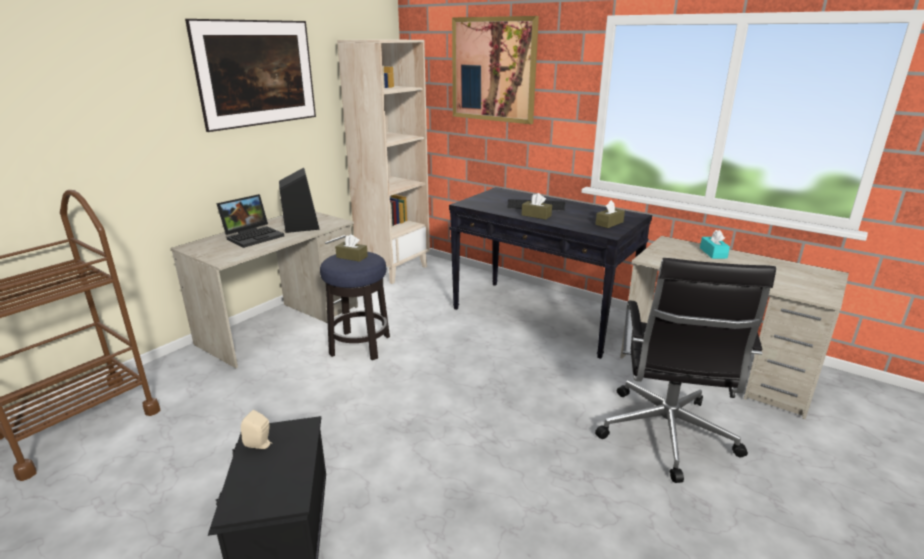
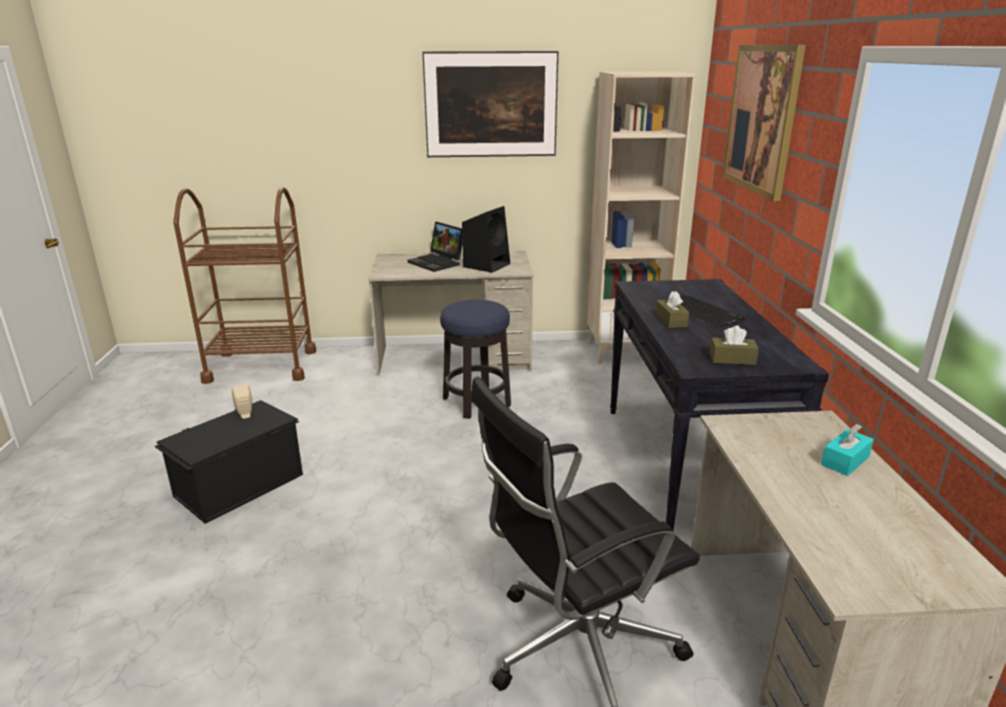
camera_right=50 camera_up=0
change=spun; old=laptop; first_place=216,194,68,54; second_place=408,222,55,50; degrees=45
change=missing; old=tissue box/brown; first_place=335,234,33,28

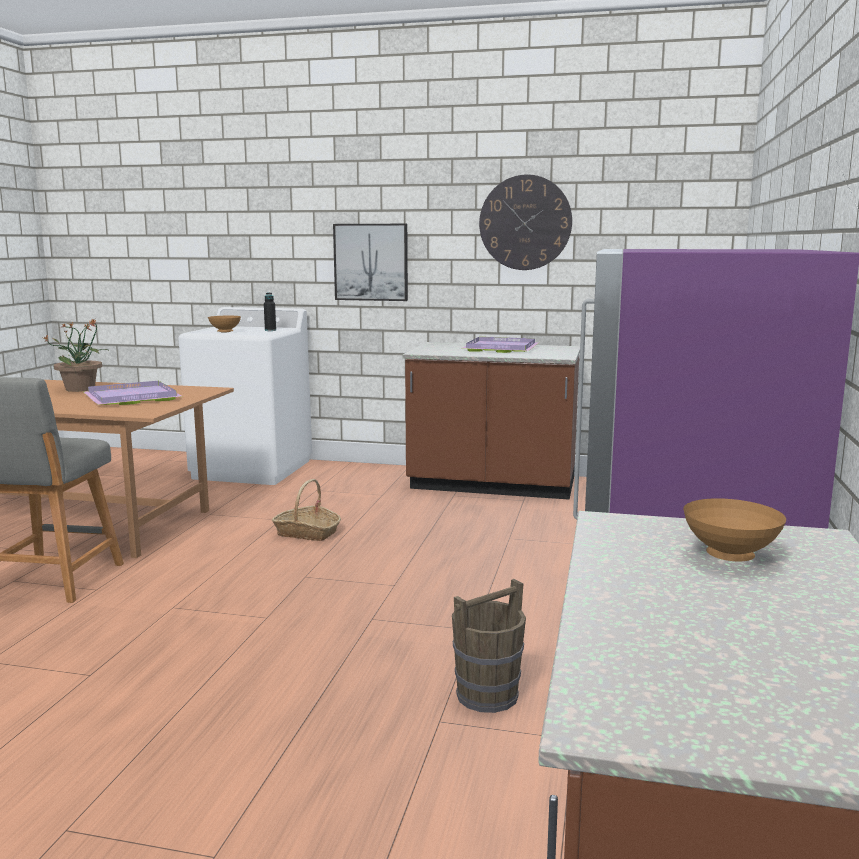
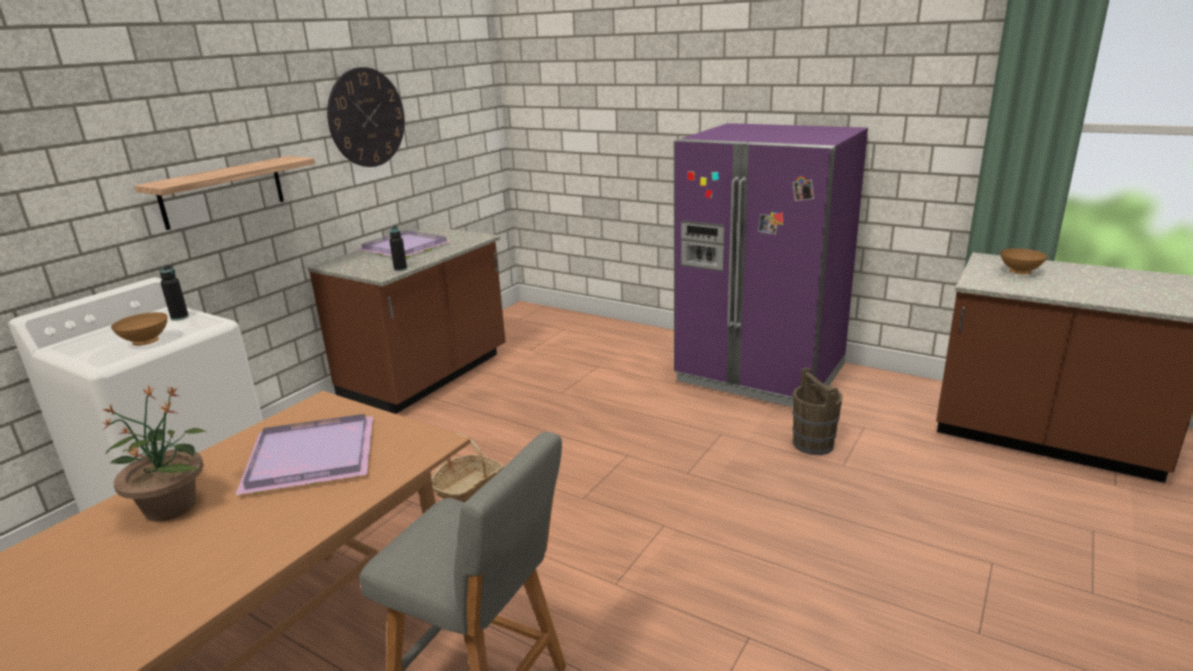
camera_right=-70 camera_up=10
change=exchanged; old=picture; new=shelf; first_place=333,224,75,77; second_place=134,156,181,74
change=appeared; new=bottle/black; second_place=389,226,18,45

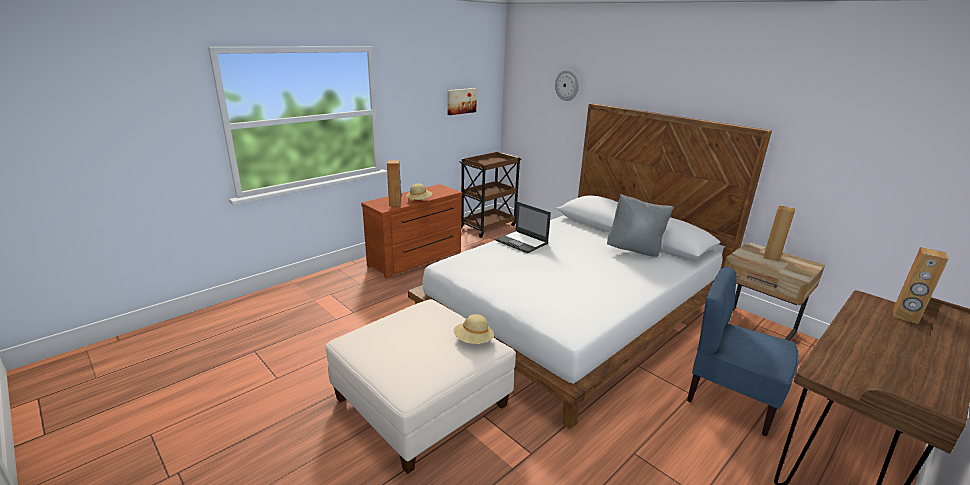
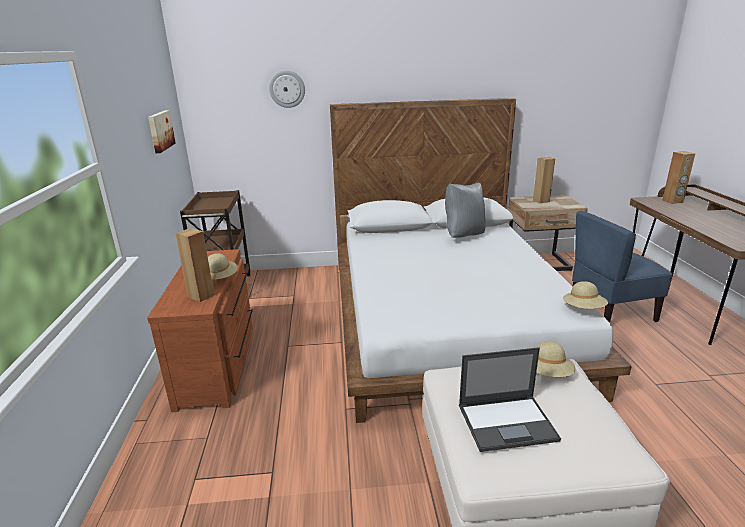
camera_right=-50 camera_up=0
change=relocated; old=laptop; first_place=495,202,56,51; second_place=459,347,102,105
change=appeared; new=hat/beige; second_place=563,281,45,28

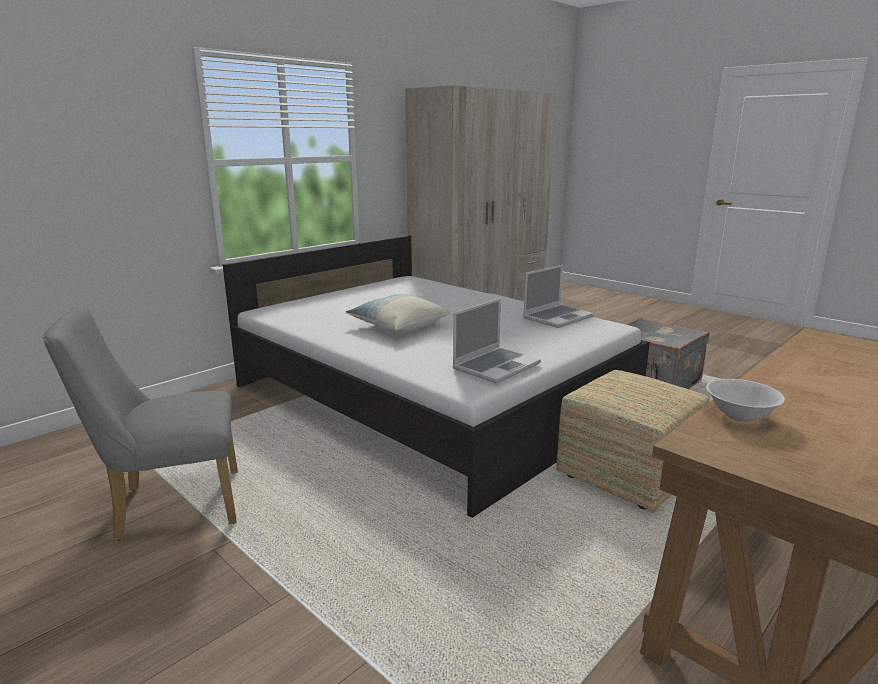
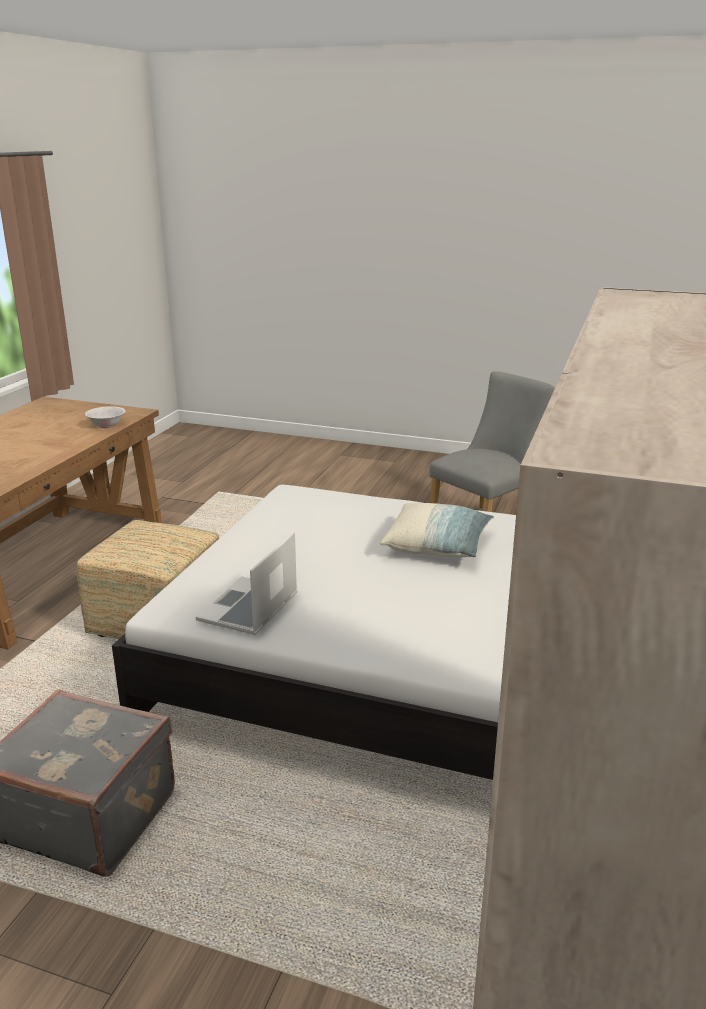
camera_right=155 camera_up=5
change=missing; old=laptop; first_place=452,298,89,86

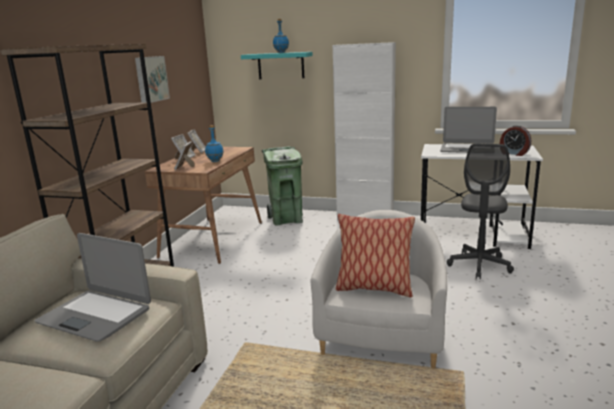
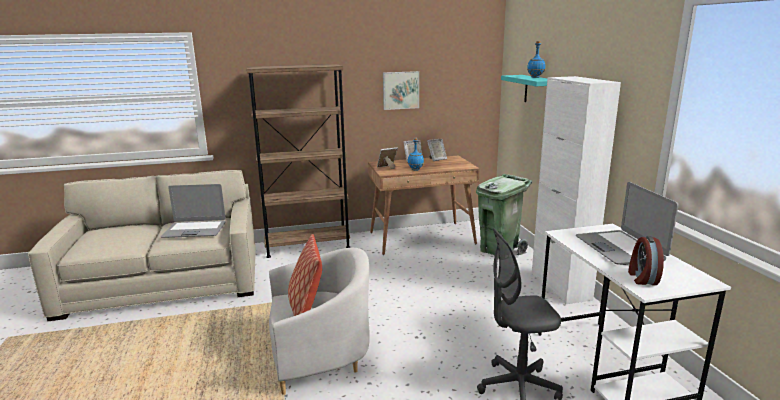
camera_right=60 camera_up=0
change=spun; old=laptop; first_place=34,233,117,109; second_place=161,184,65,54; degrees=-90

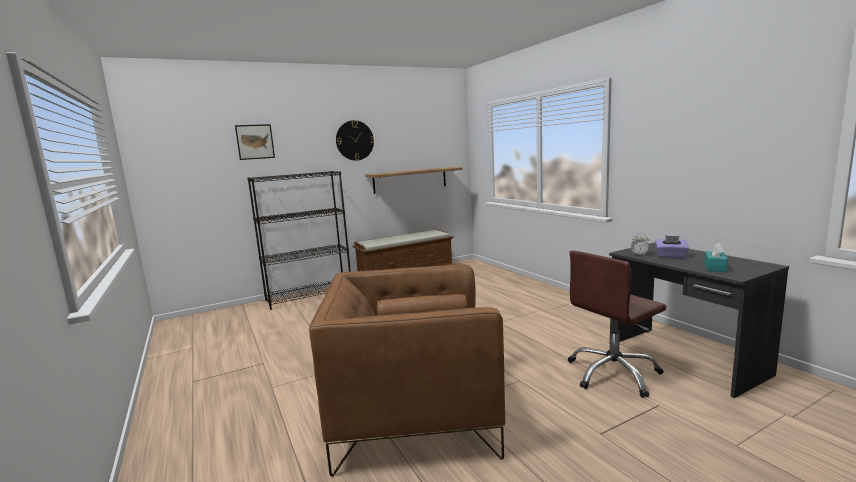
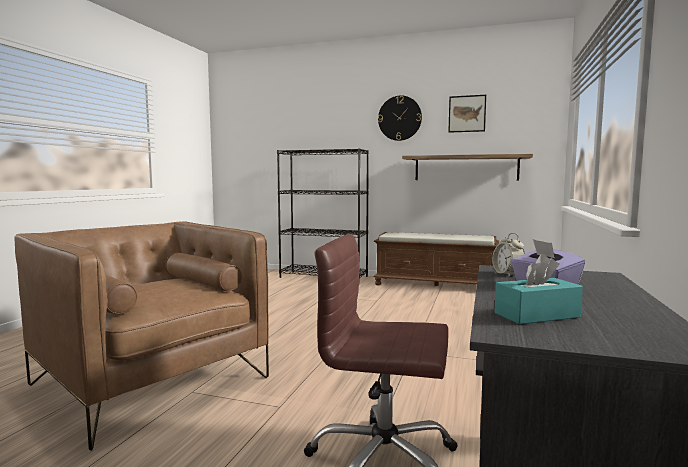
camera_right=45 camera_up=-5
change=relocated; old=picture; first_place=235,124,40,36; second_place=448,95,38,38

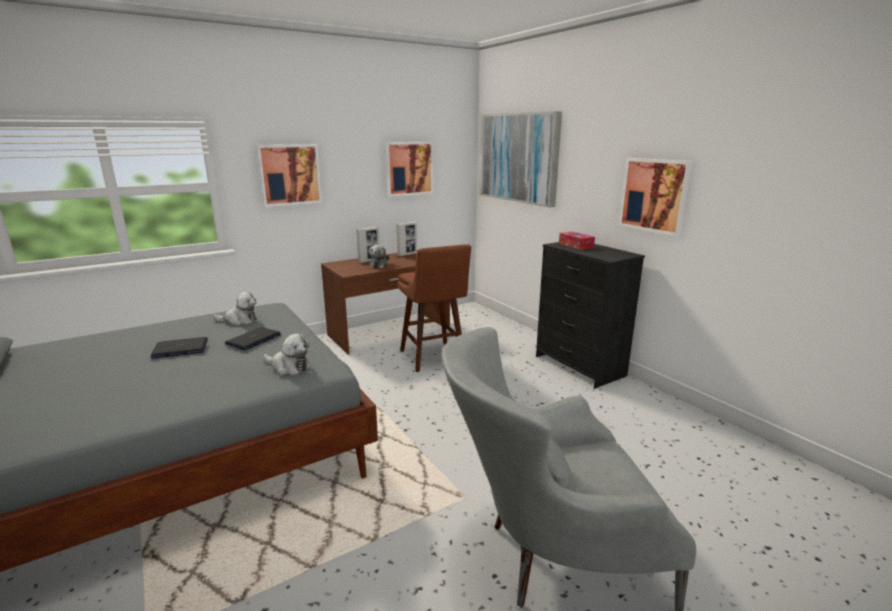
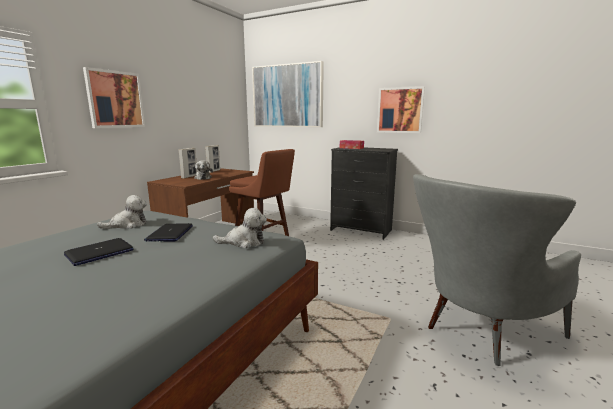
camera_right=-30 camera_up=-5
change=missing; old=picture; first_place=385,142,48,55

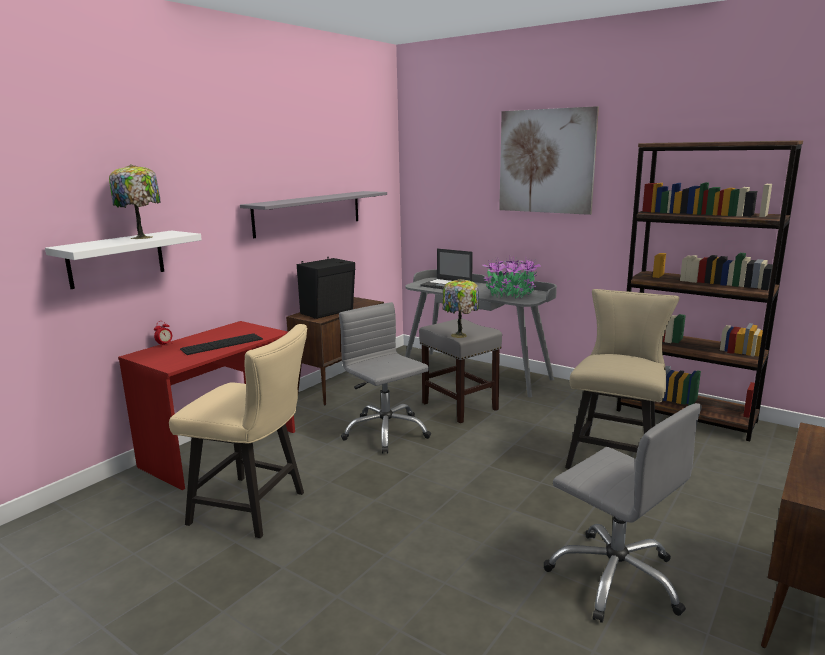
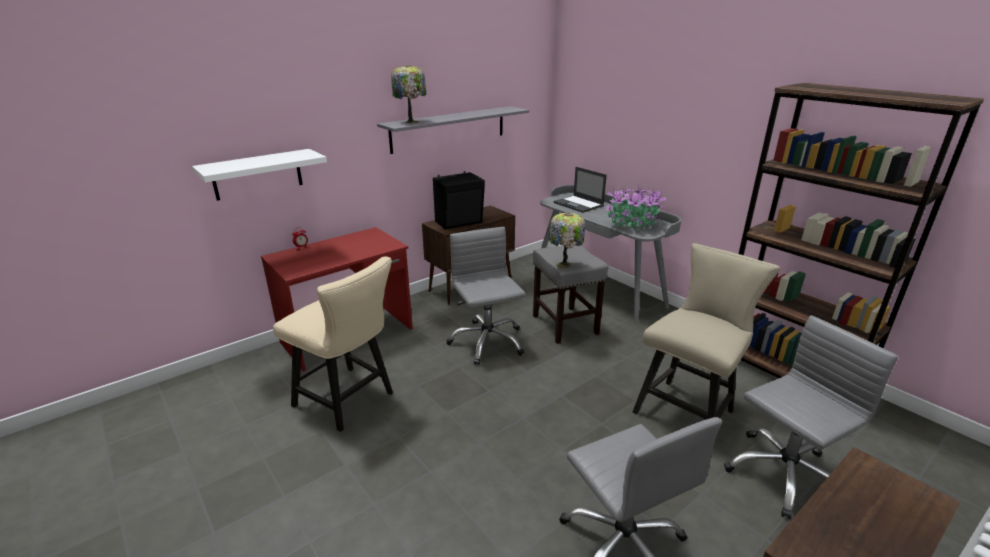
camera_right=15 camera_up=10
change=relocated; old=table lamp; first_place=109,165,51,74; second_place=391,65,35,58
change=appeared; new=office chair/grey; second_place=724,315,174,204
change=missing; old=keyboard; first_place=180,333,83,22
change=missing; old=picture; first_place=499,106,100,109

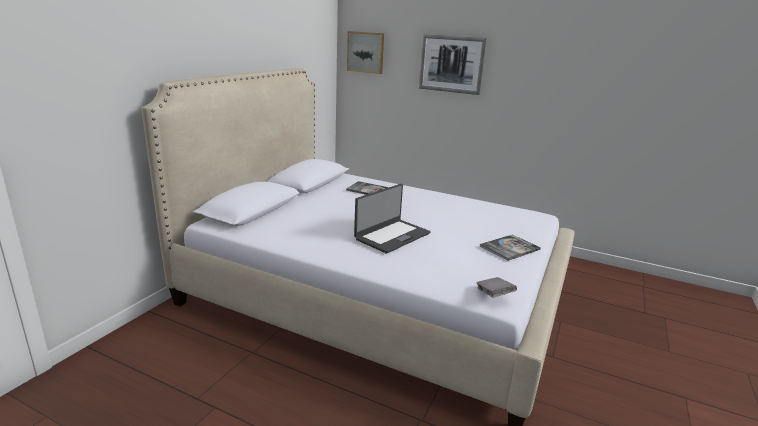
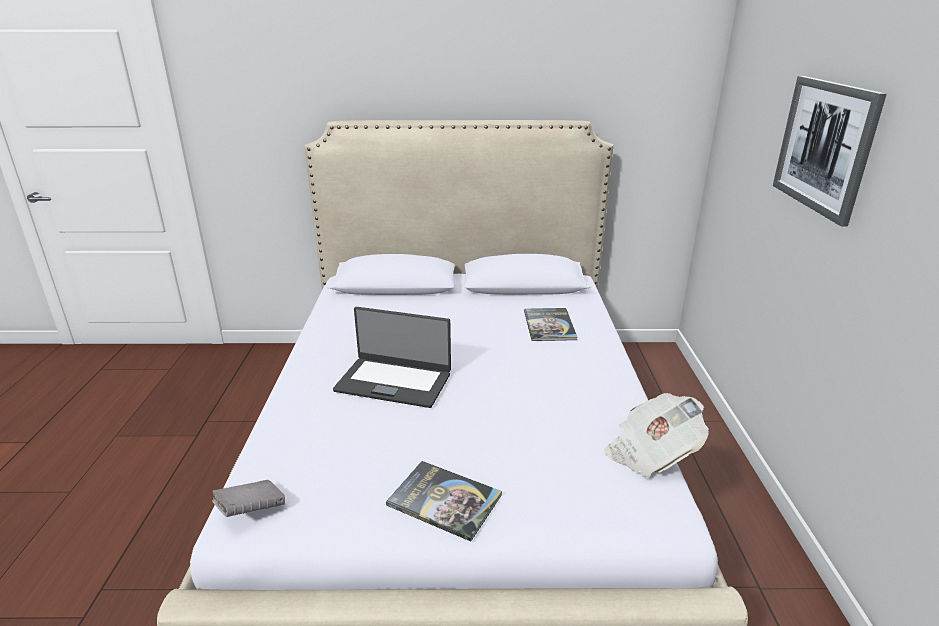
camera_right=65 camera_up=5
change=appeared; new=newspaper; second_place=605,393,104,85
change=missing; old=picture; first_place=347,31,37,43

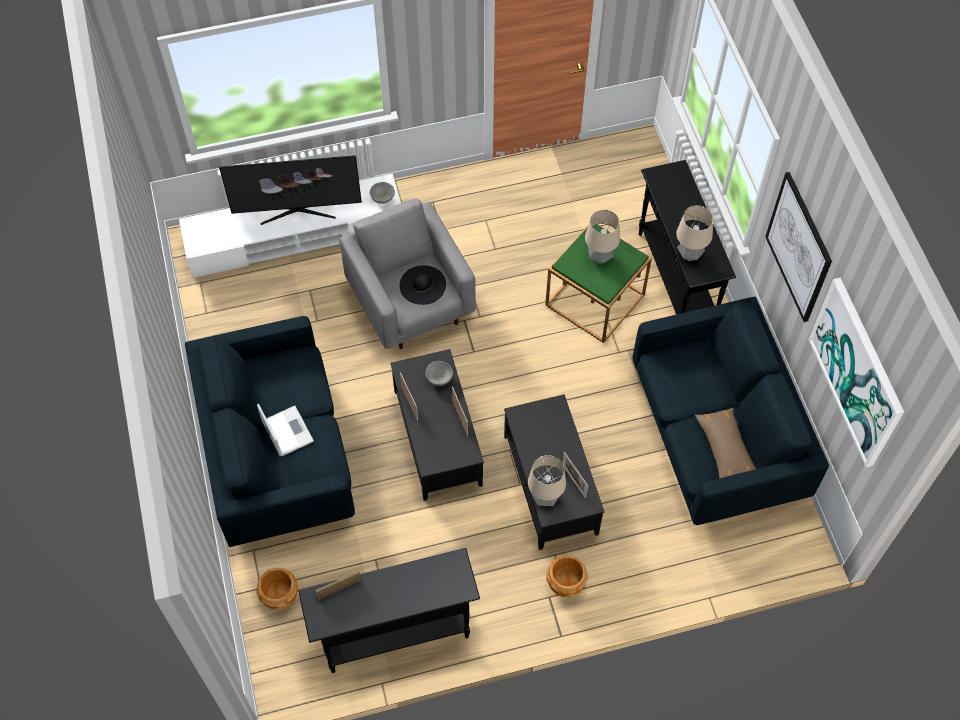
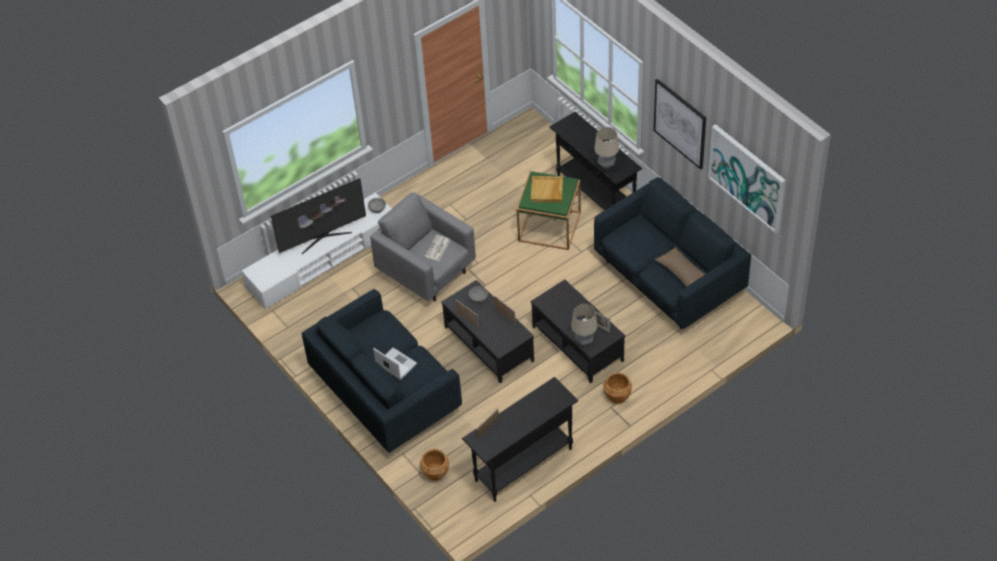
camera_right=-20 camera_up=-10
change=exchanged; old=hat/black; new=newspaper; first_place=400,265,46,40; second_place=425,235,25,26
change=exchanged; old=table lamp; new=tray/beige; first_place=585,210,35,53; second_place=531,176,32,26

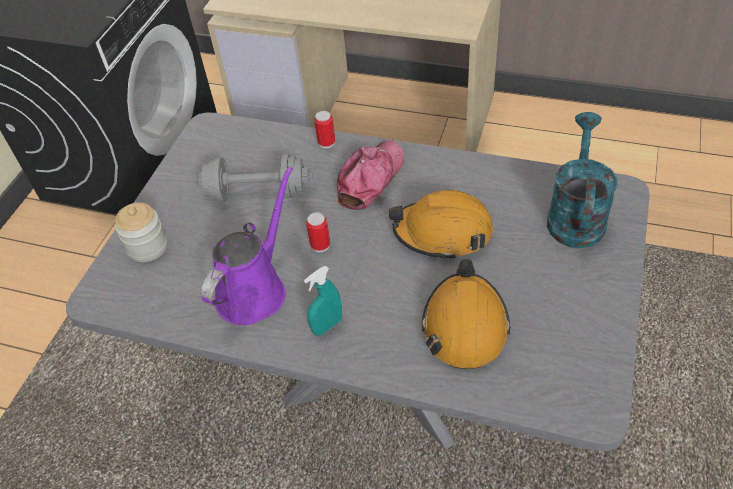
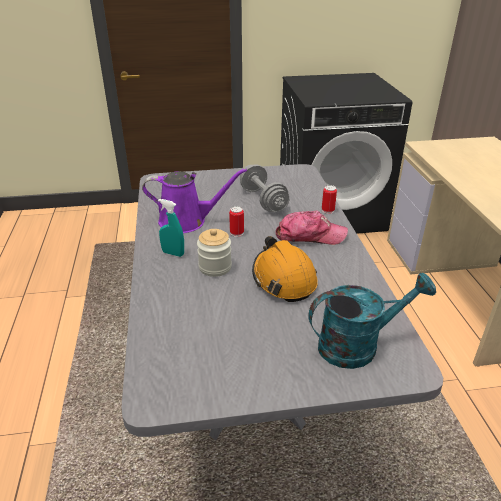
camera_right=60 camera_up=-15
change=relocated; old=jar; first_place=115,203,53,59; second_place=197,229,35,48
change=missing; old=hard hat/orange; first_place=421,259,90,110

